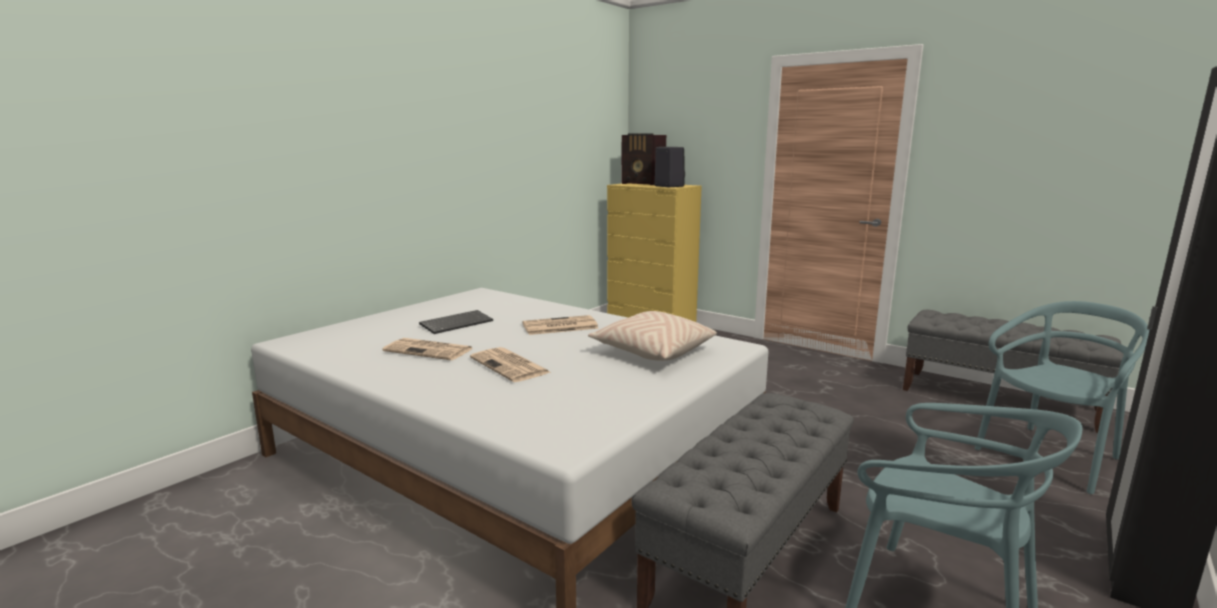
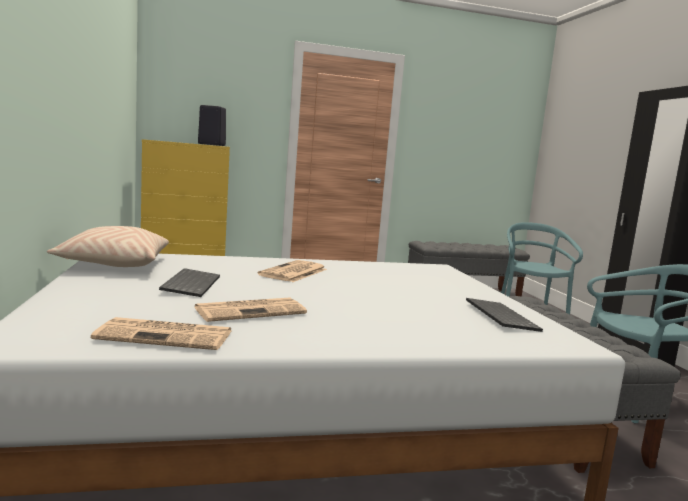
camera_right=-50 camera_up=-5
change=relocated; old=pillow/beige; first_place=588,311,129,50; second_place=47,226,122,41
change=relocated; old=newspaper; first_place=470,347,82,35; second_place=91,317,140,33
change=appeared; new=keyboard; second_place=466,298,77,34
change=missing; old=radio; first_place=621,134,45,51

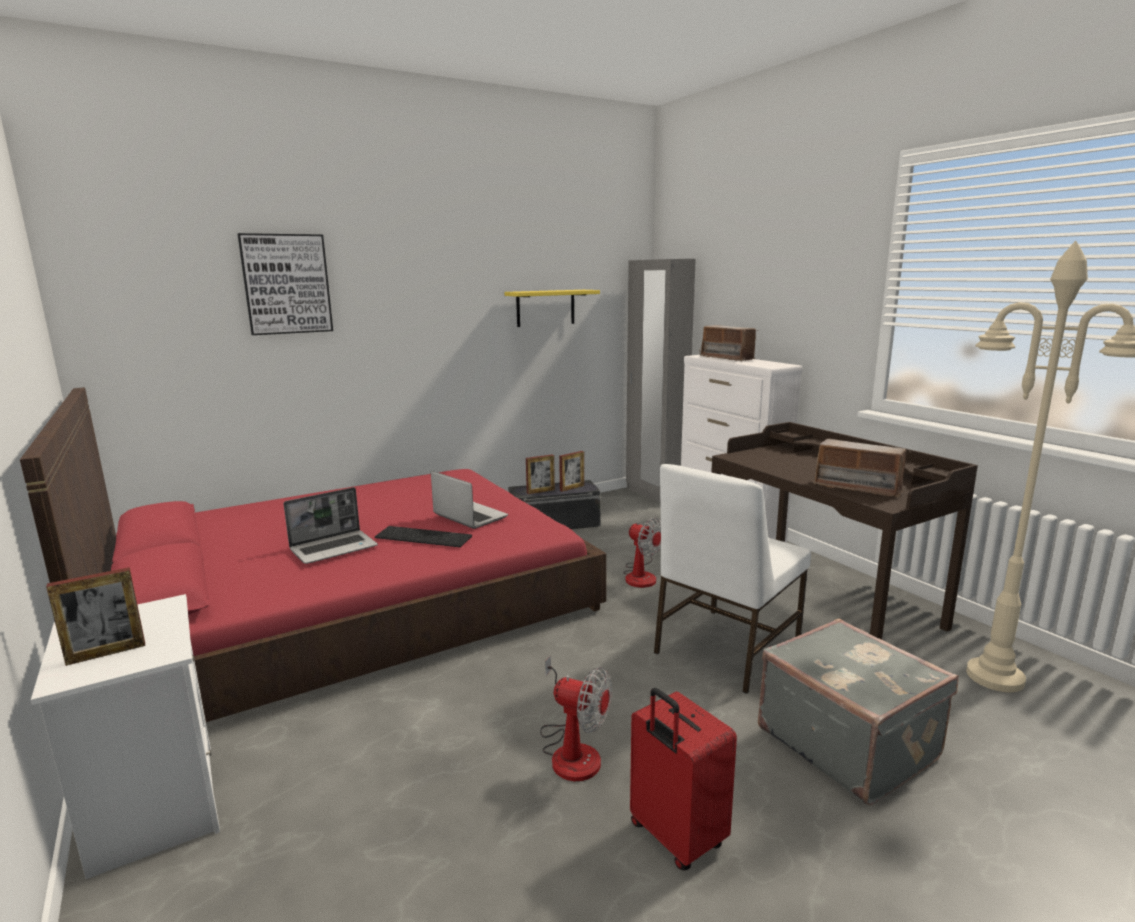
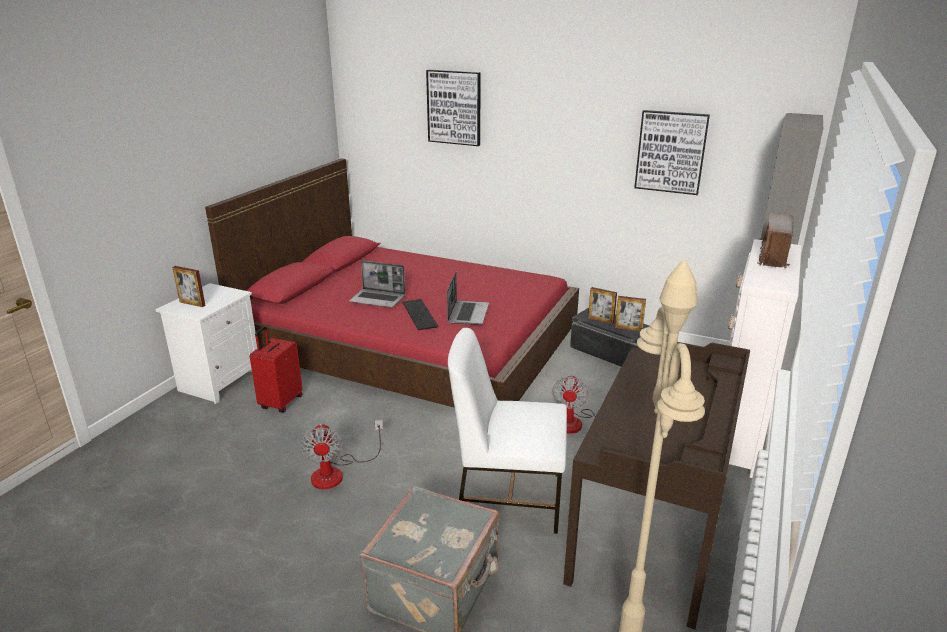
camera_right=55 camera_up=10
change=relocated; old=suitcase/red; first_place=630,688,107,183; second_place=250,326,52,87
change=exchanged; old=shelf/yellow; new=picture; first_place=504,290,96,37; second_place=634,110,76,85
change=missing; old=radio; first_place=812,439,99,59

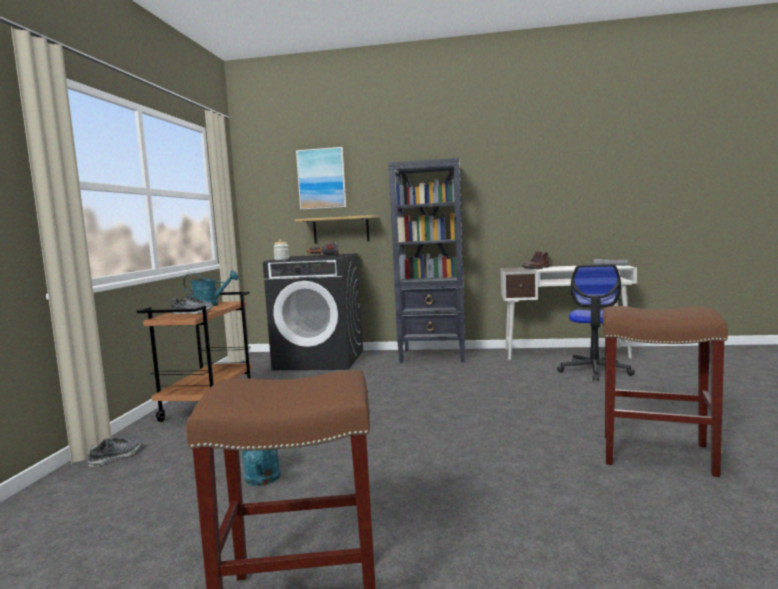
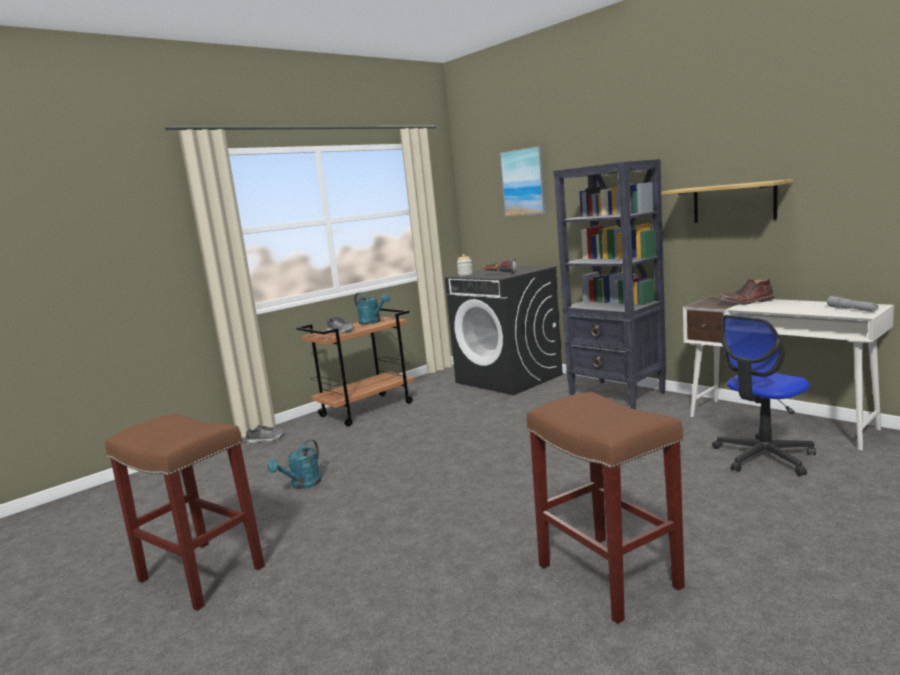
camera_right=40 camera_up=5
change=relocated; old=shelf; first_place=295,215,83,29; second_place=661,179,132,44

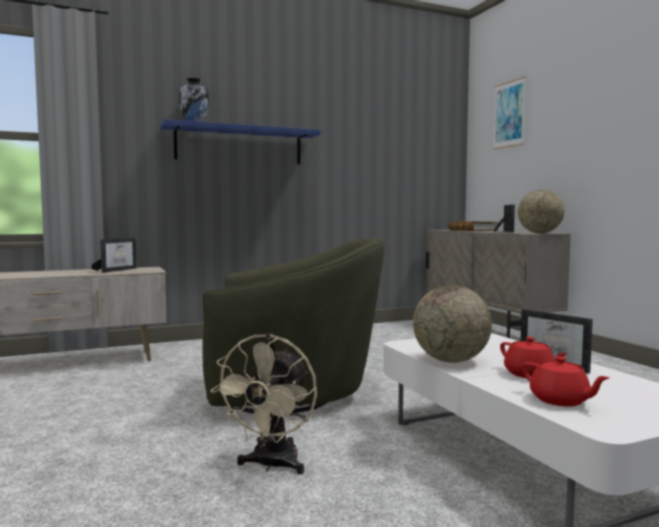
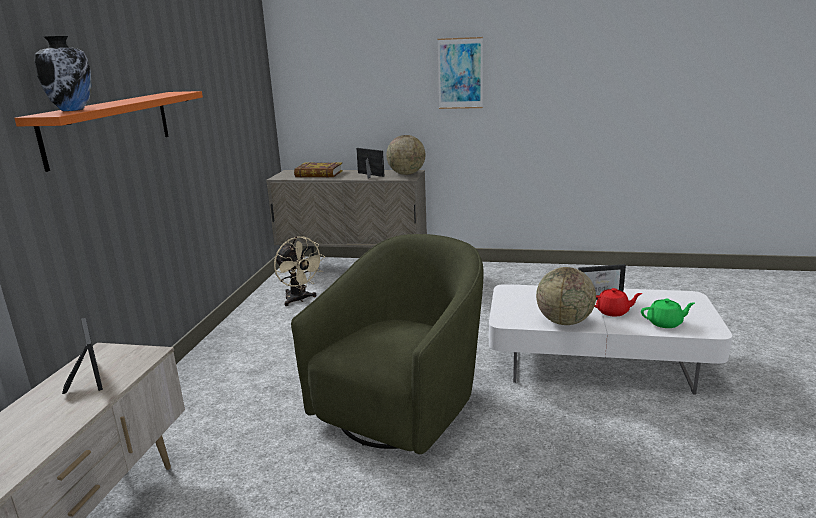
camera_right=-55 camera_up=15
change=colour; old=shelf/blue; new=shelf/orange; first_place=160,119,161,45; second_place=14,91,189,81
change=relocated; old=fan/beige; first_place=210,334,107,140; second_place=274,236,51,70
change=relocated; old=picture; first_place=493,77,33,72; second_place=438,37,45,72
change=colour; old=teapot/red; new=teapot/green; first_place=522,356,87,50; second_place=641,299,54,29

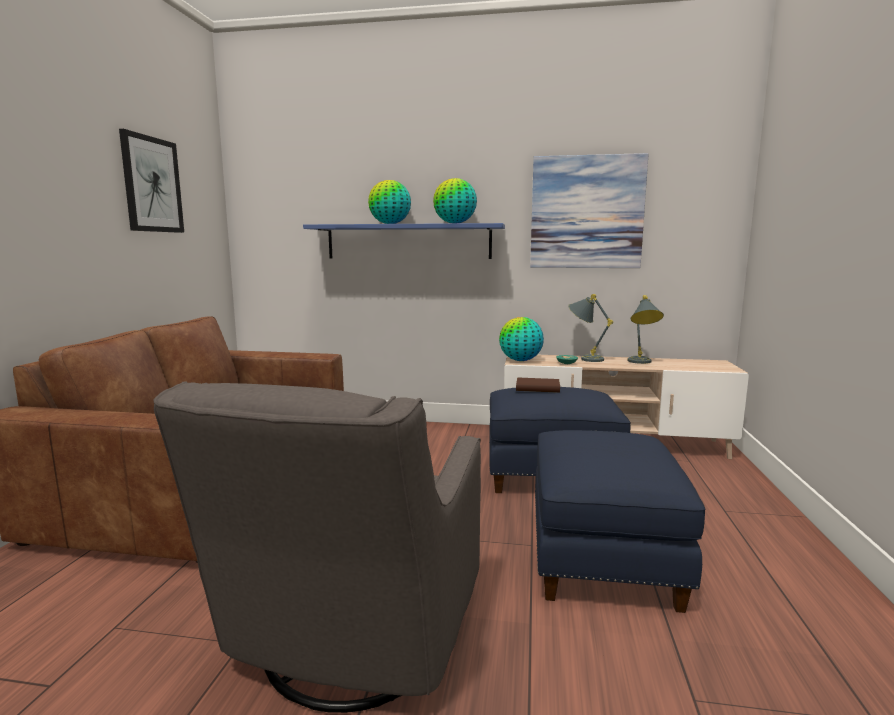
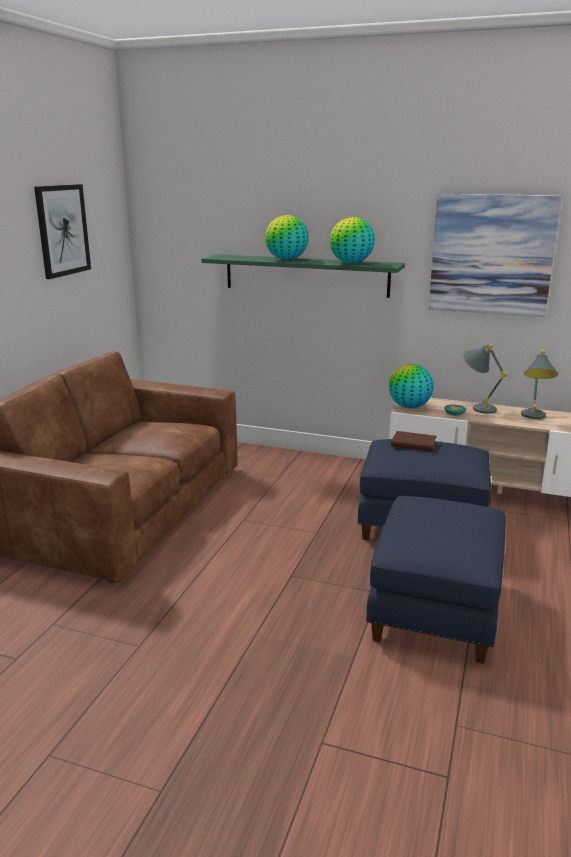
camera_right=10 camera_up=10
change=colour; old=shelf/blue; new=shelf/green; first_place=303,223,202,36; second_place=201,254,204,44
change=missing; old=armchair/grey; first_place=153,382,328,331

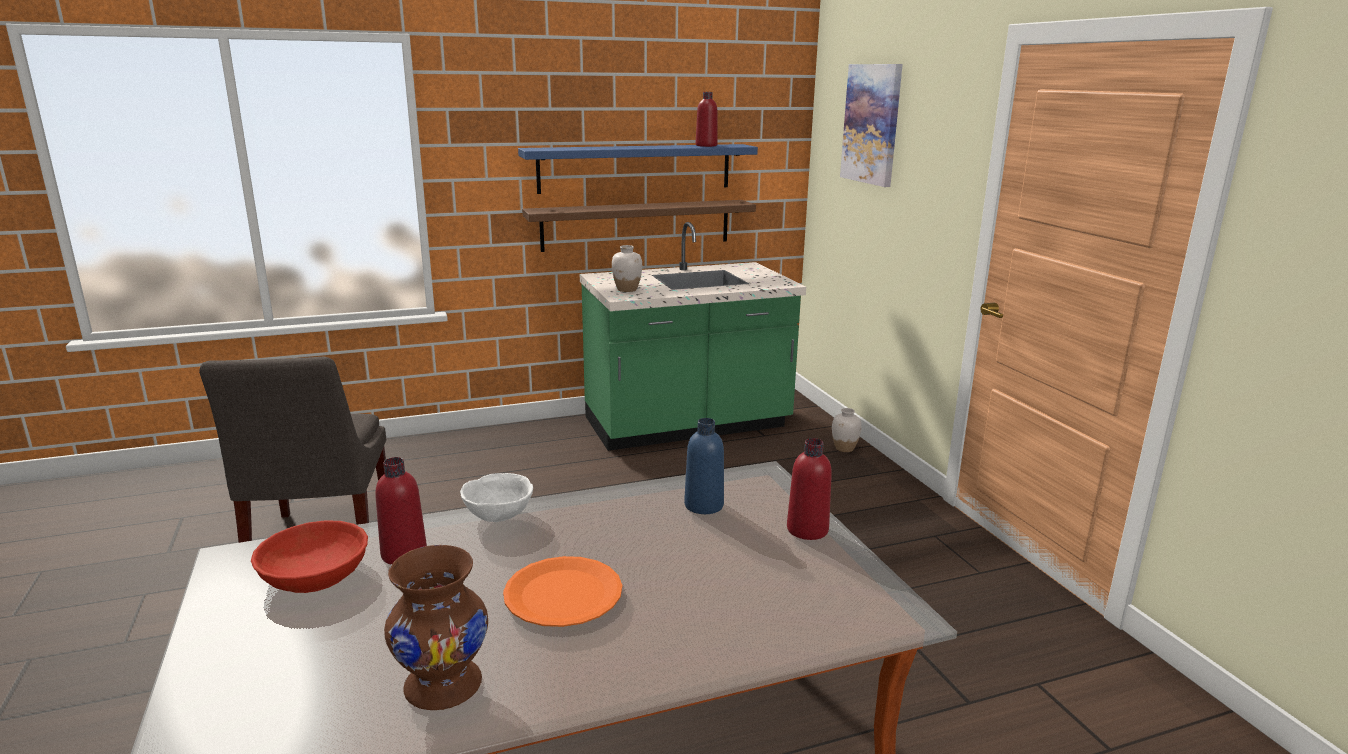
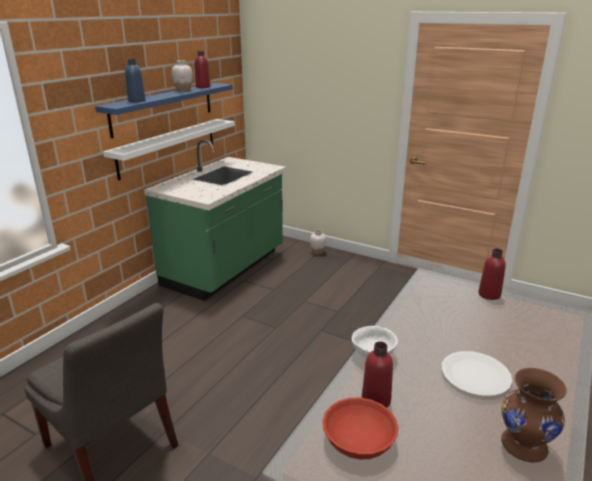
camera_right=-40 camera_up=5
change=colour; old=shelf/brown; new=shelf/white; first_place=522,200,234,52; second_place=103,119,132,61
change=relocated; old=bottle/blue; first_place=684,418,40,96; second_place=125,59,21,43
change=relocated; old=vase/white; first_place=612,245,30,47; second_place=172,60,20,32
change=colour; old=plate/orange; new=plate/white; first_place=503,556,119,71; second_place=441,351,71,45
change=missing; old=picture; first_place=840,64,63,123

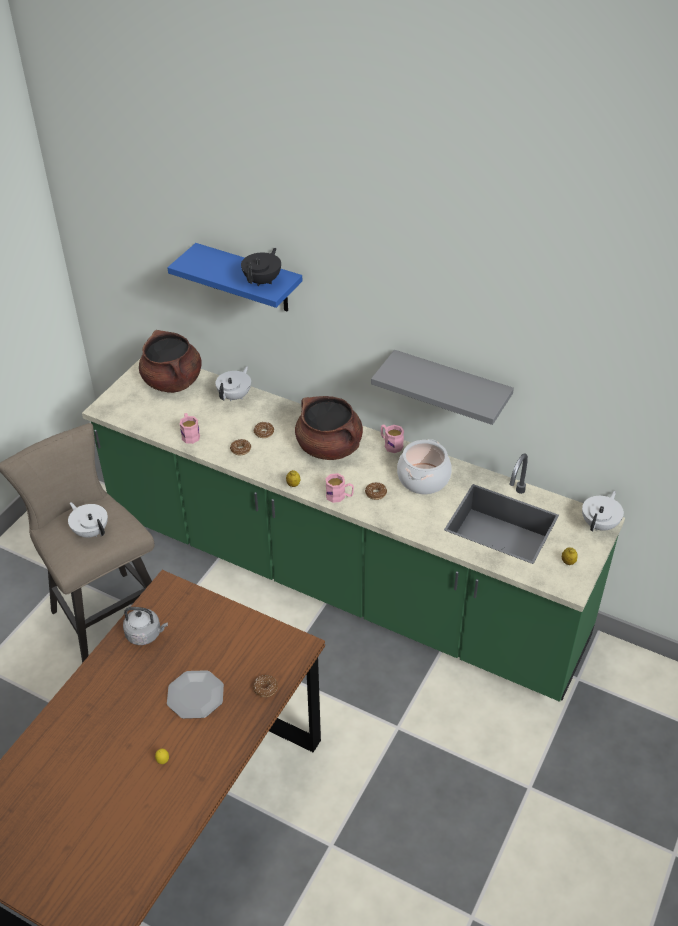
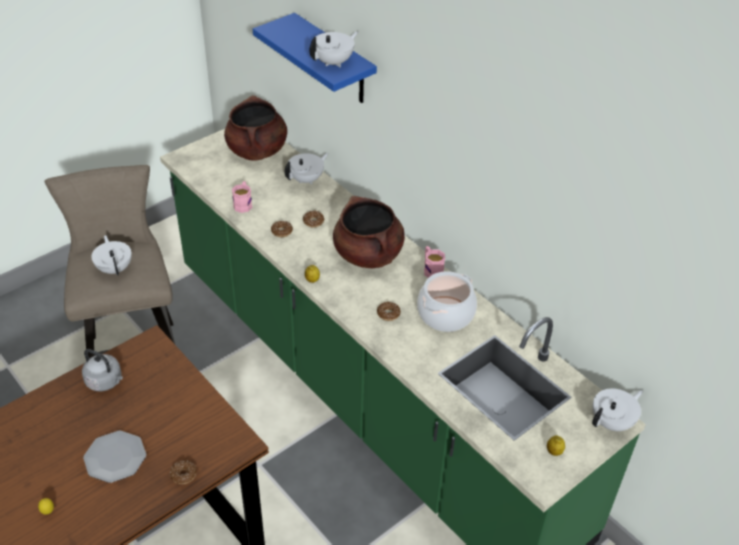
camera_right=20 camera_up=0
change=colour; old=teapot/black; new=teapot/white; first_place=241,248,40,38; second_place=309,32,49,35
change=missing; old=mug/pink; first_place=326,473,28,30
change=missing; old=shelf/grey; first_place=371,350,143,75

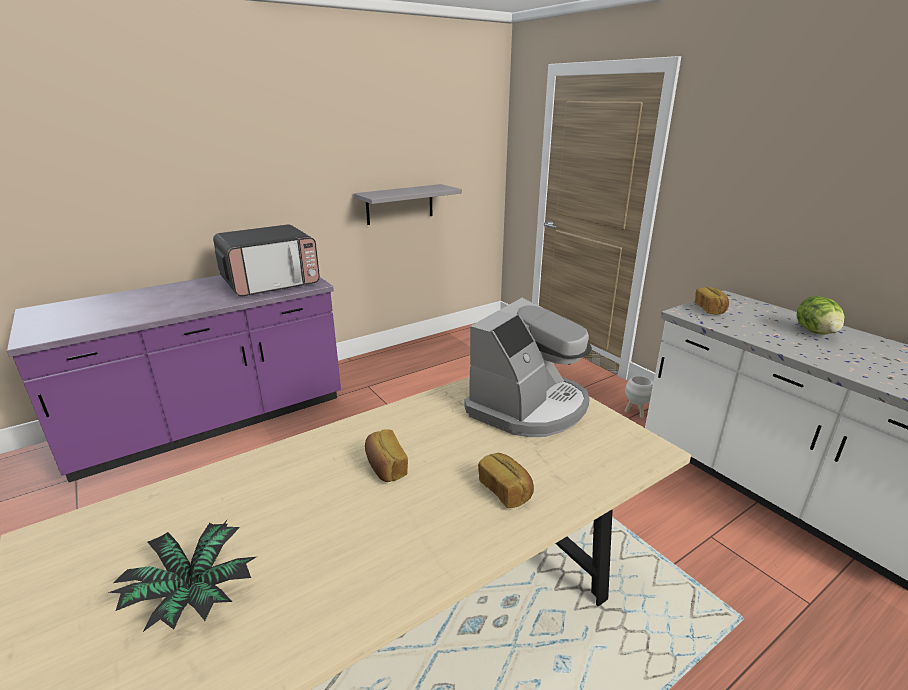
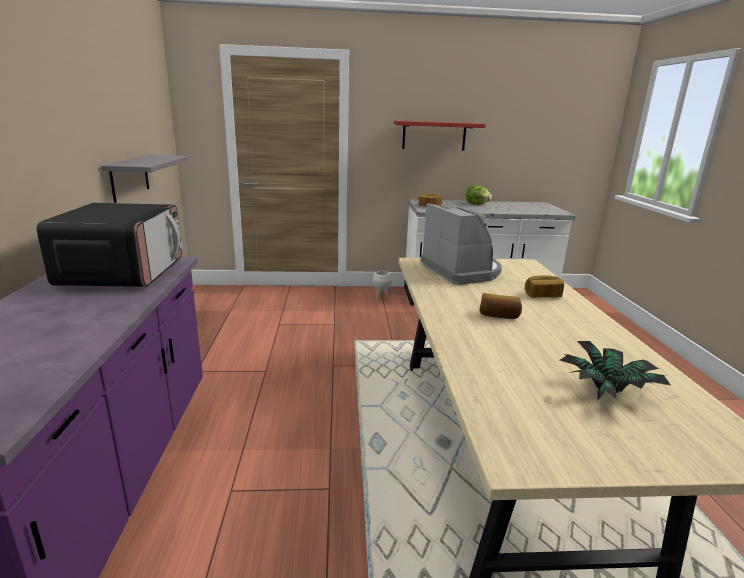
camera_right=-60 camera_up=-5
change=appeared; new=shelf/red; second_place=394,120,92,31

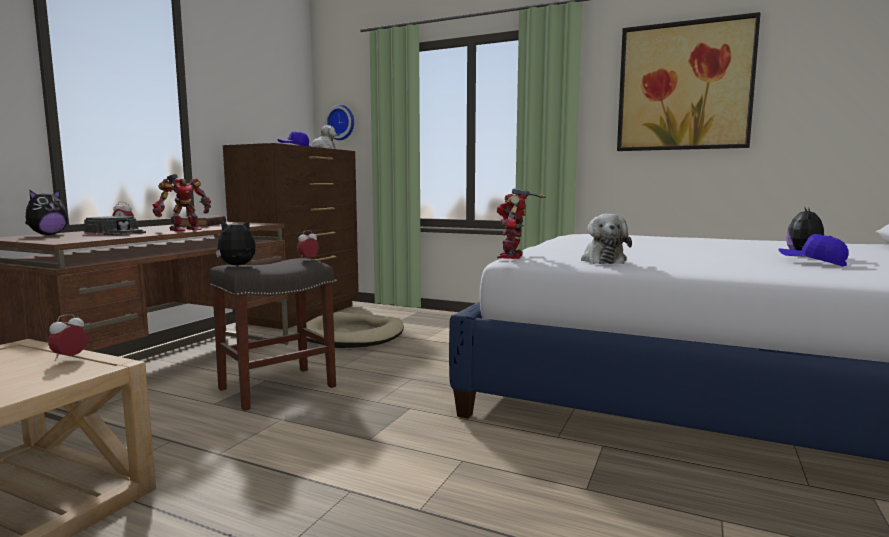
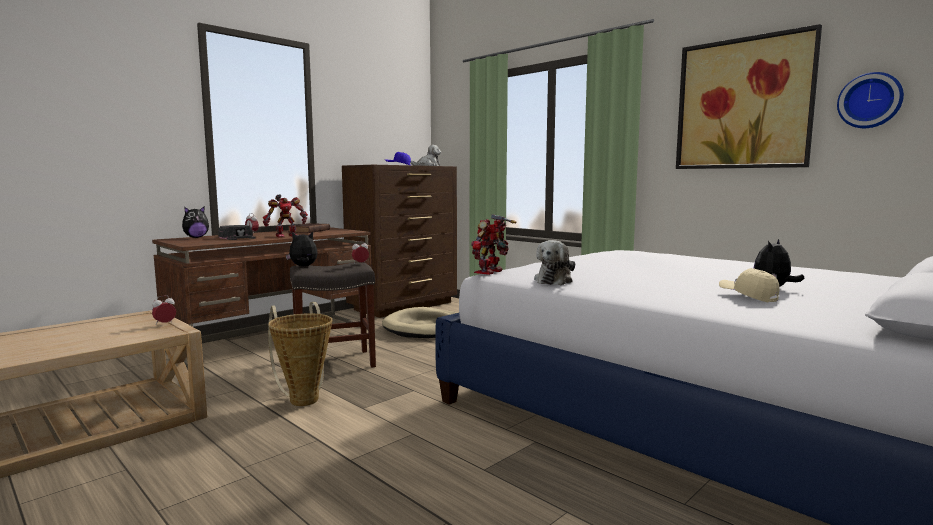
camera_right=20 camera_up=0
change=appeared; new=basket; second_place=268,302,64,104
change=colour; old=cap/blue; new=cap/beige; first_place=778,234,71,33; second_place=719,268,61,34
change=relocated; old=wall clock; first_place=325,104,29,36; second_place=837,72,67,56

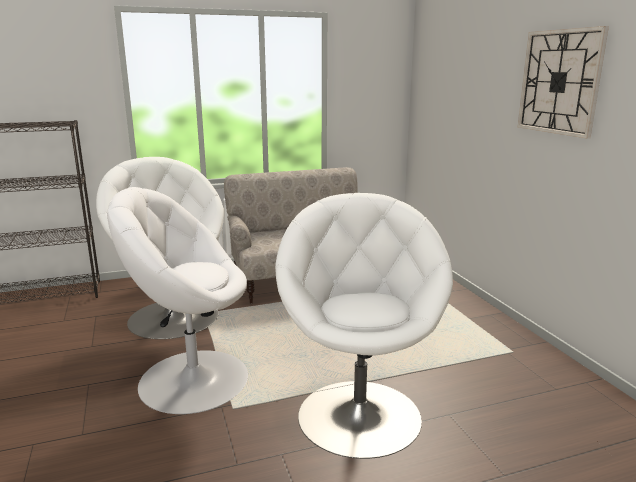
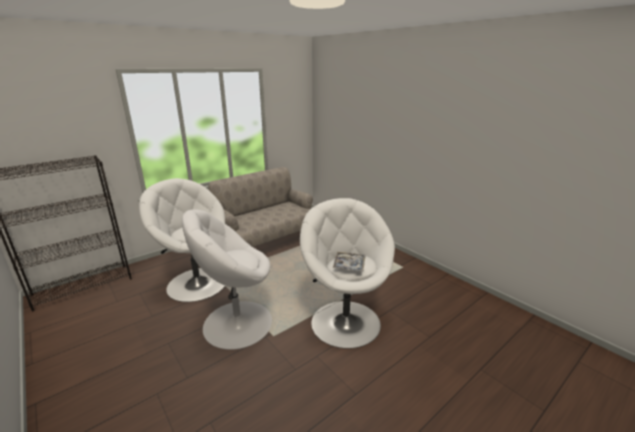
camera_right=-20 camera_up=5
change=appeared; new=tray; second_place=333,252,32,19
change=missing; old=wall clock; first_place=518,26,91,113

